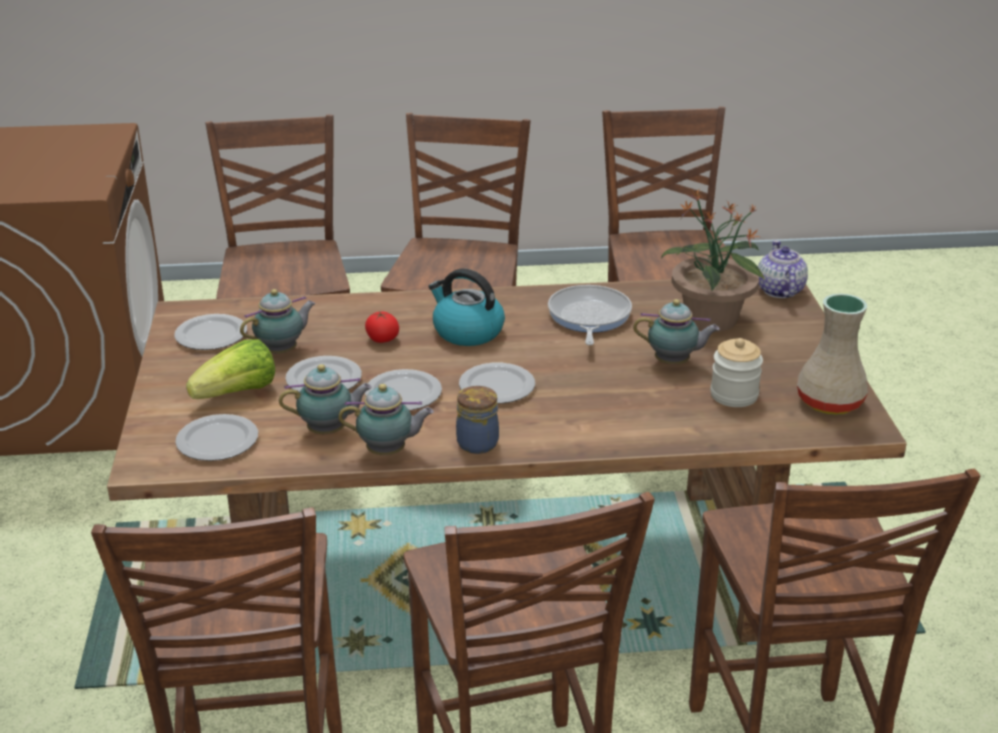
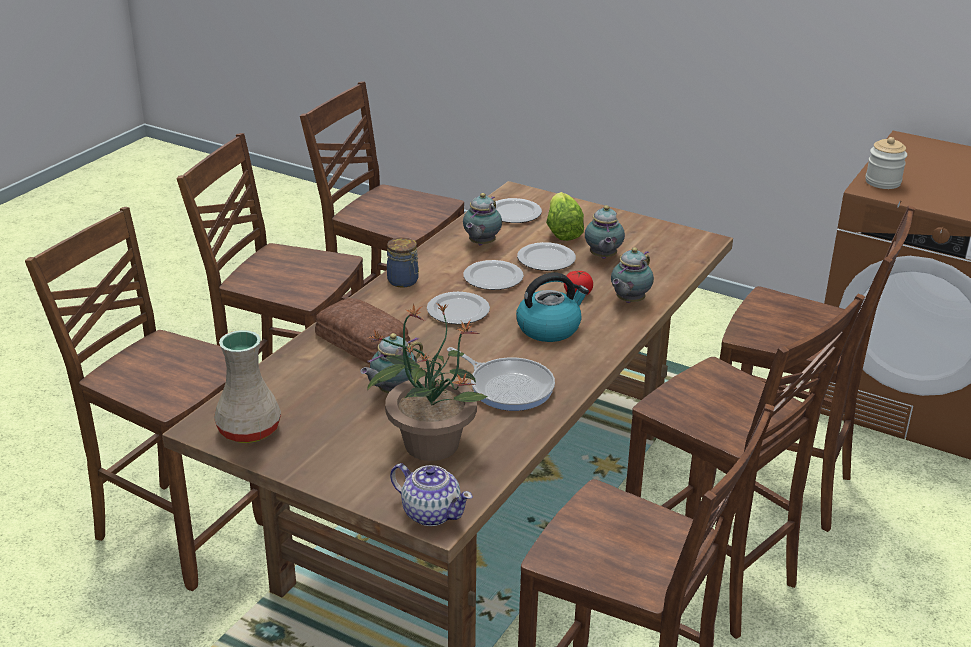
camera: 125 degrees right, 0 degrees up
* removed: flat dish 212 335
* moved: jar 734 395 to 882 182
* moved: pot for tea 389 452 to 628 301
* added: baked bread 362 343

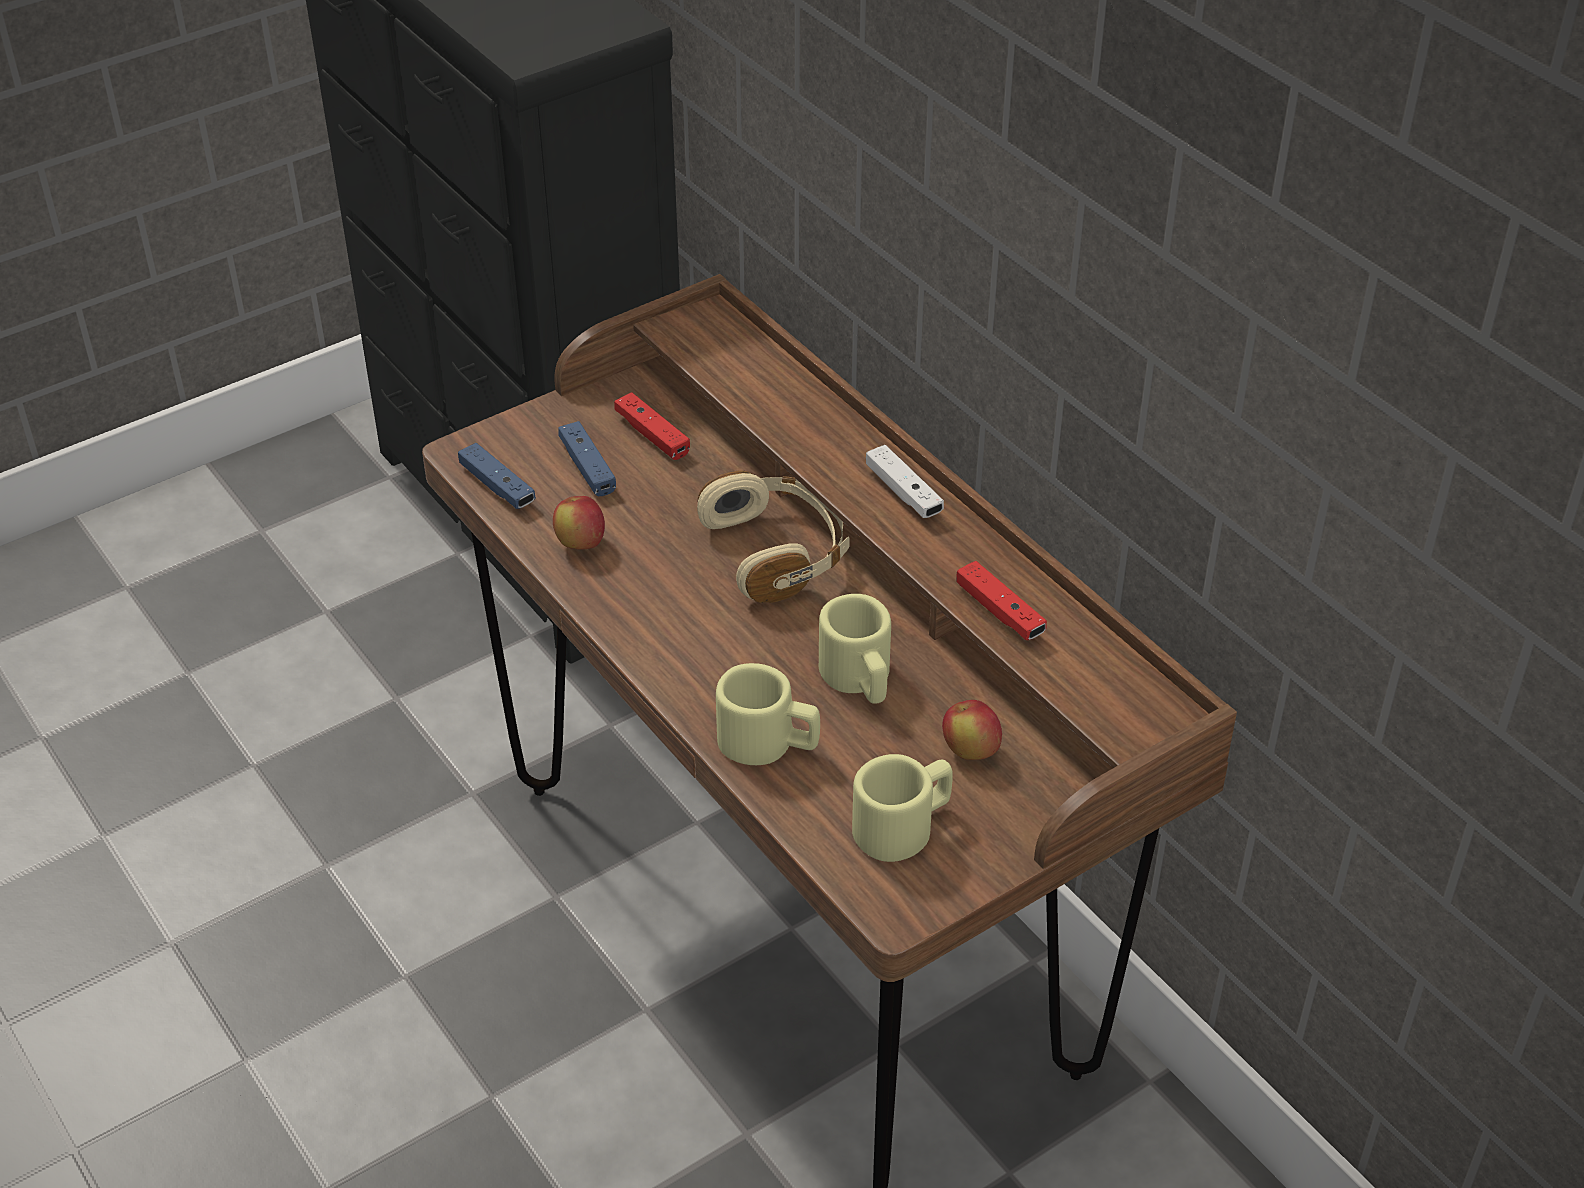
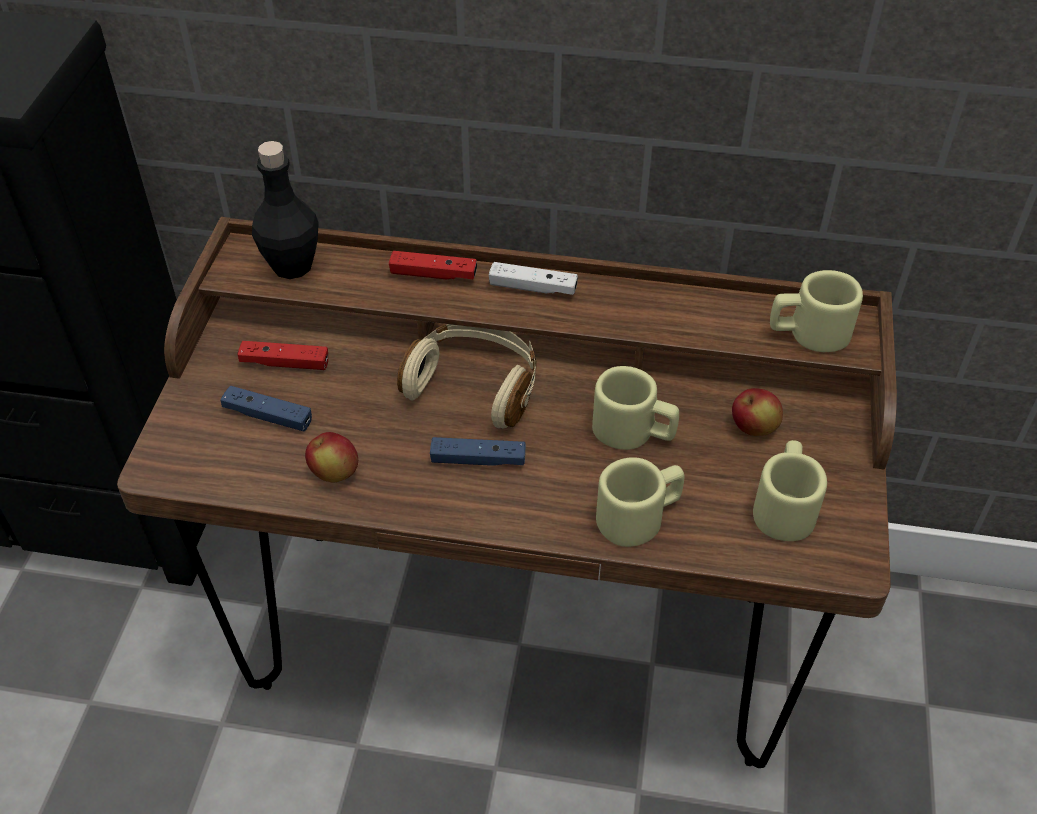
camera: 45 degrees left, 5 degrees up
* moved: gamepad (blue-coloured) 497 486 to 478 460
* moved: gamepad (reddish) 999 611 to 433 274
* added: beverage bottle (black-coloured) 292 265
* added: coffee mug (beige) 808 333

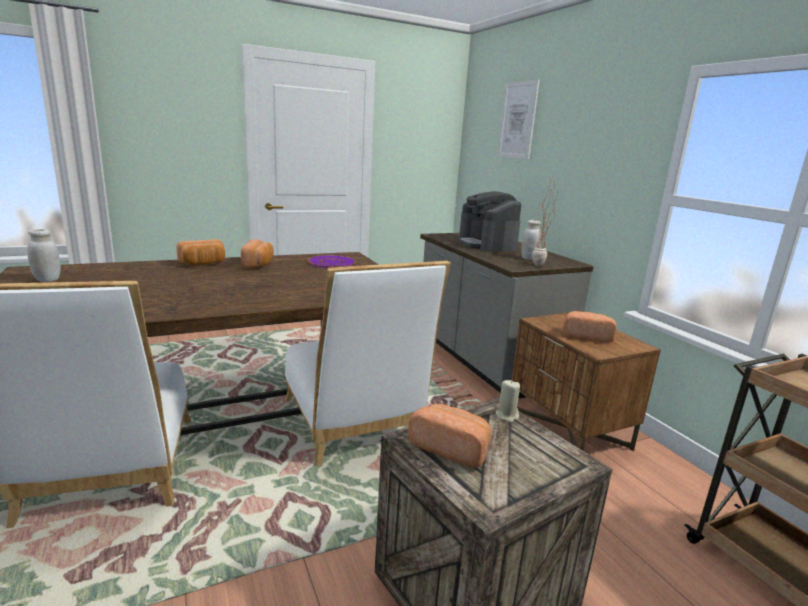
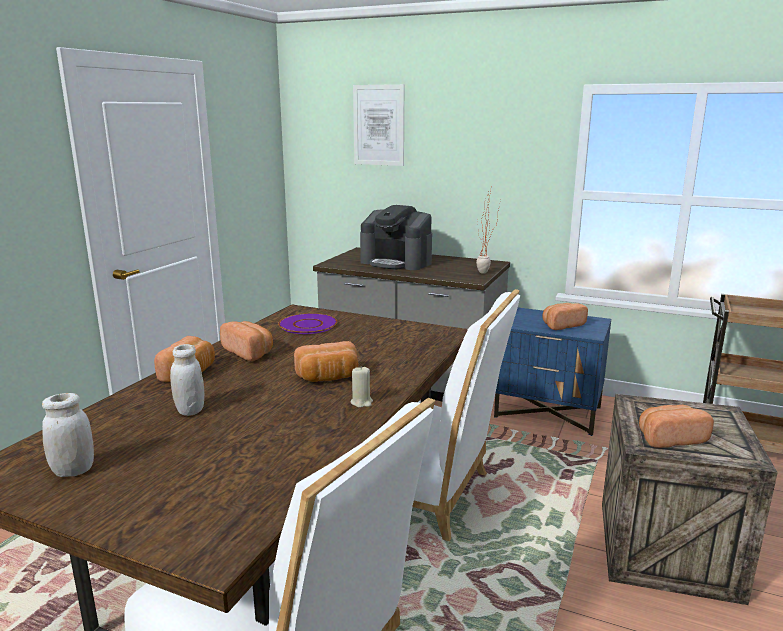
camera: 40 degrees left, 0 degrees up
* moved: jar (white) 528 258 to 190 410
* recoloured: night table (brown) 568 429 to night table (blue-coloured) 548 412
* moved: candle (beige) 507 416 to 361 402
* added: baked bread 328 377

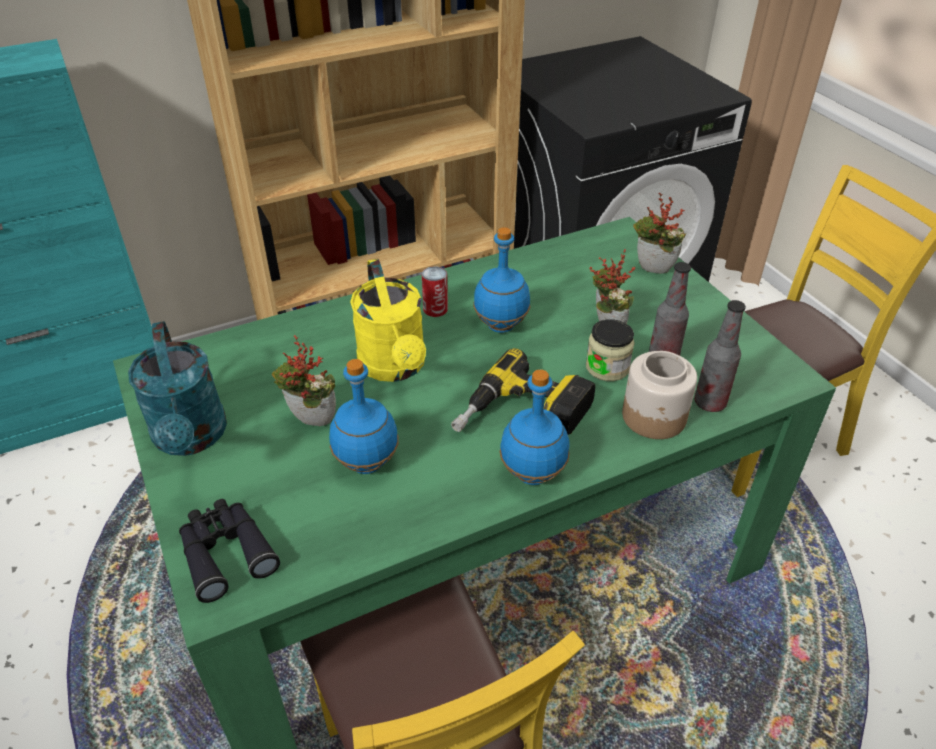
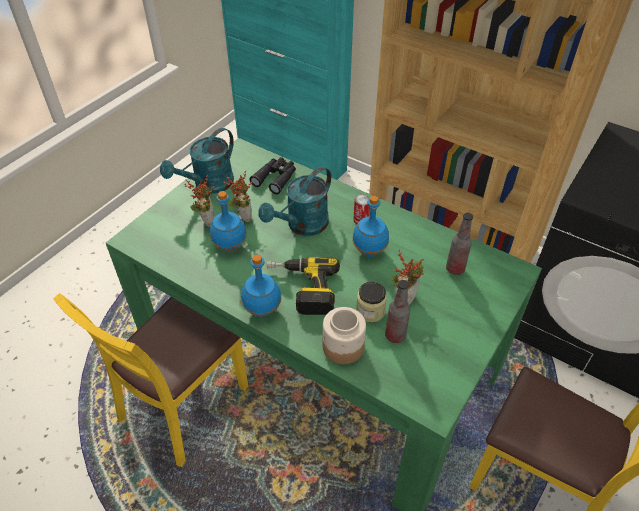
camera: 60 degrees right, 5 degrees up
* moved: potted plant 652 271 to 206 220
* recoloured: sprinkling can (yellow-coloured) 395 367 to sprinkling can (blue-green) 302 226
* moved: beverage bottle 709 403 to 455 269
* moved: binoculars (black-coloured) 225 552 to 276 178

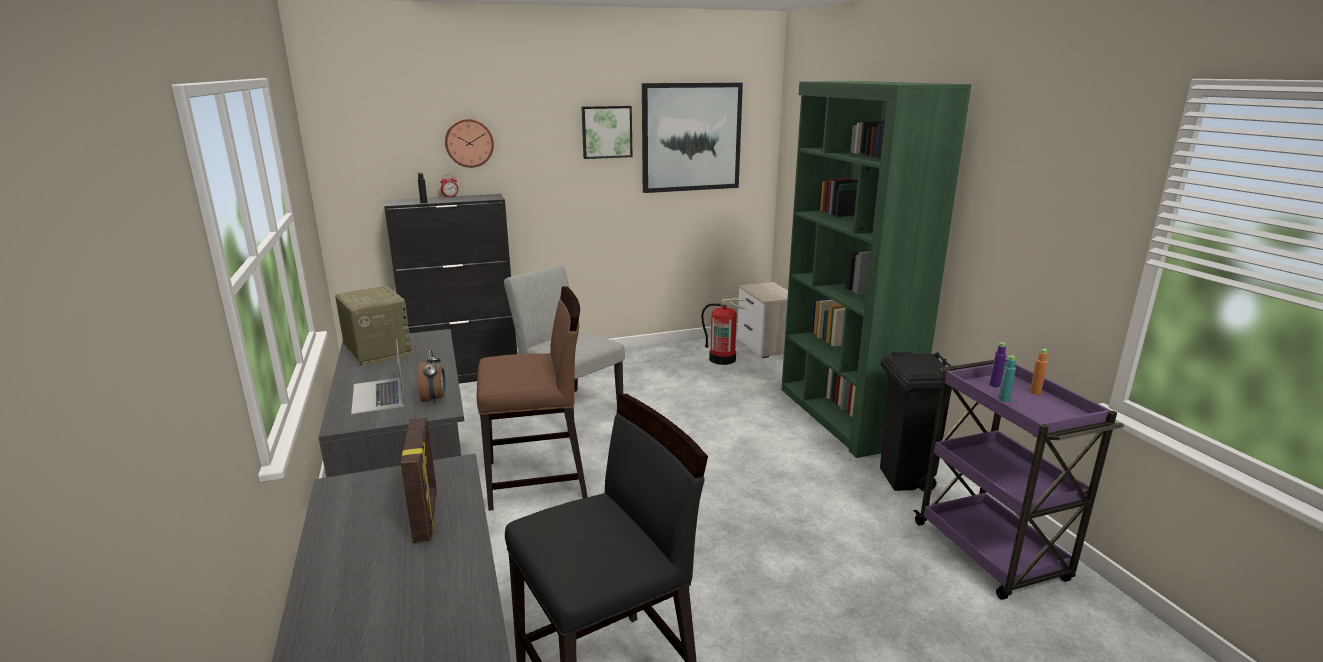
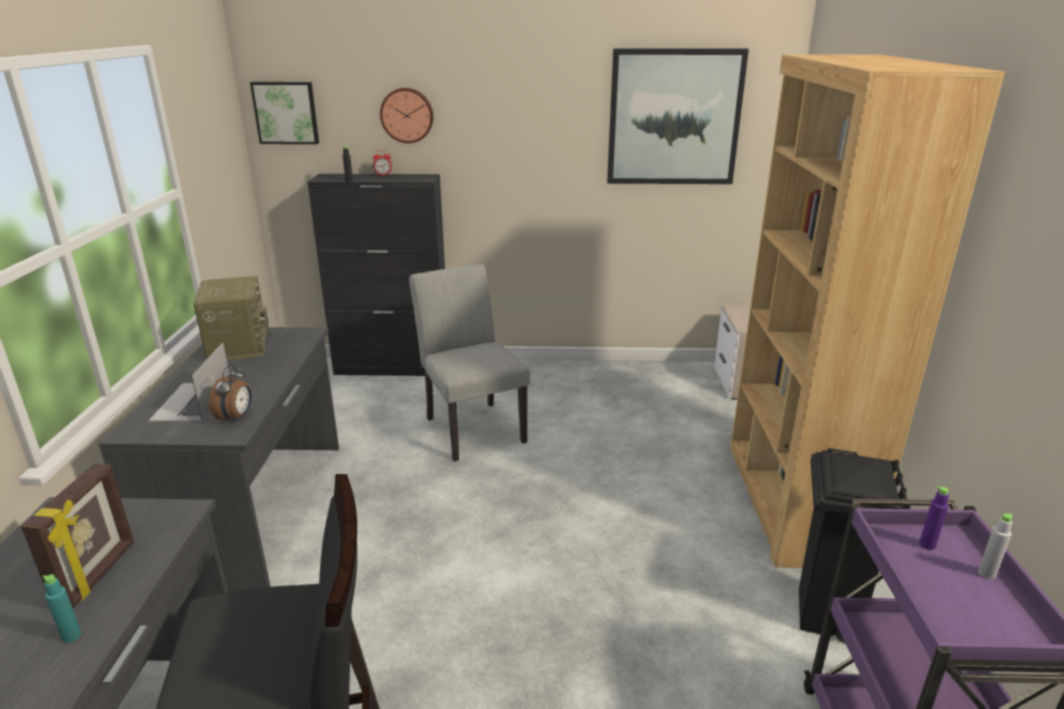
camera: 20 degrees right, 5 degrees up
* recoloured: bookcase (green) 843 416 to bookcase (brown) 790 501
* moved: picture 606 132 to 286 112
* removed: plain chair (brown) 537 479
* removed: fire-fighting cylinder 723 359
* recoloured: beverage bottle (orangey) 1035 392 to beverage bottle (gray) 986 573
* moved: beverage bottle (blue-green) 1003 400 to 71 636

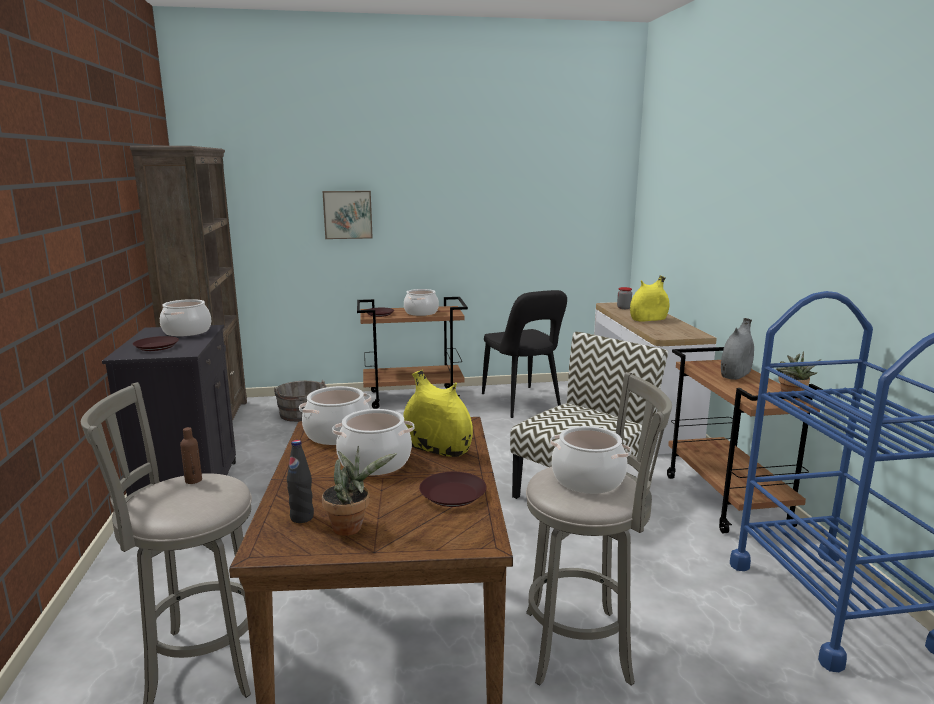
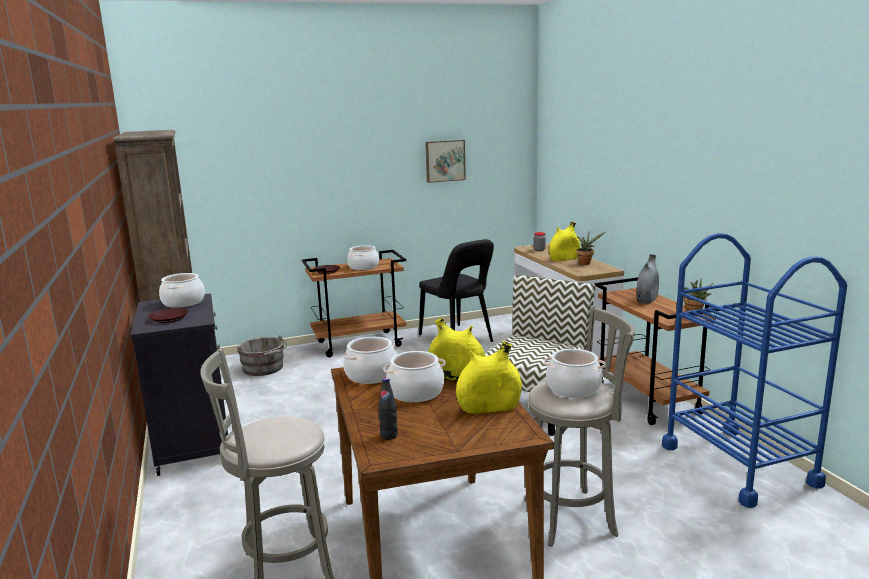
camera: 10 degrees left, 0 degrees up
* moved: picture 348 214 to 444 160
* removed: beverage bottle (brown) 193 480
* moved: potted plant 352 527 to 586 263
* replaced: flat dish (brown) 453 494 to vase (yellow-coloured) 489 408

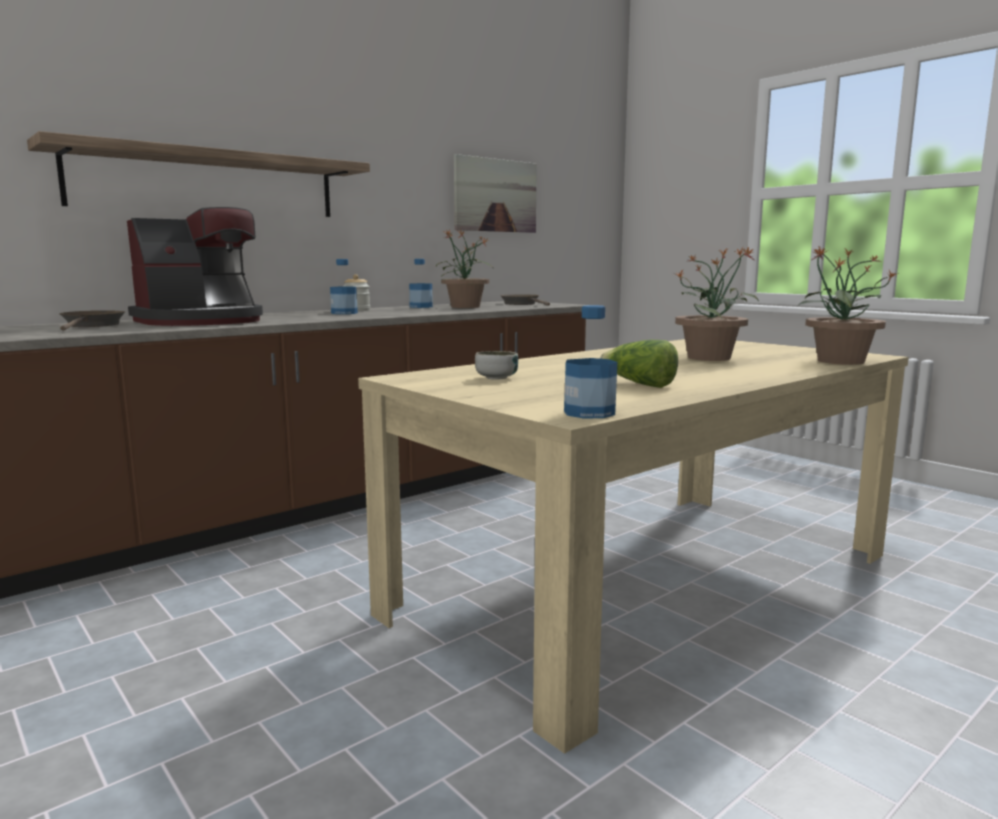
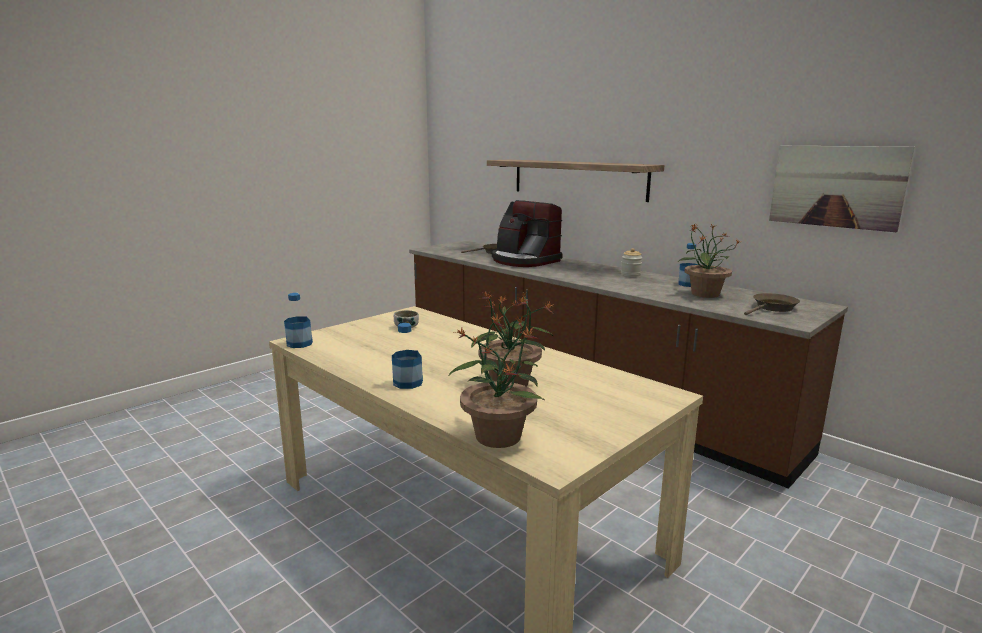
camera: 85 degrees right, 5 degrees up
* moved: beverage bottle 344 313 to 408 383
* removed: head of lettuce 639 384

